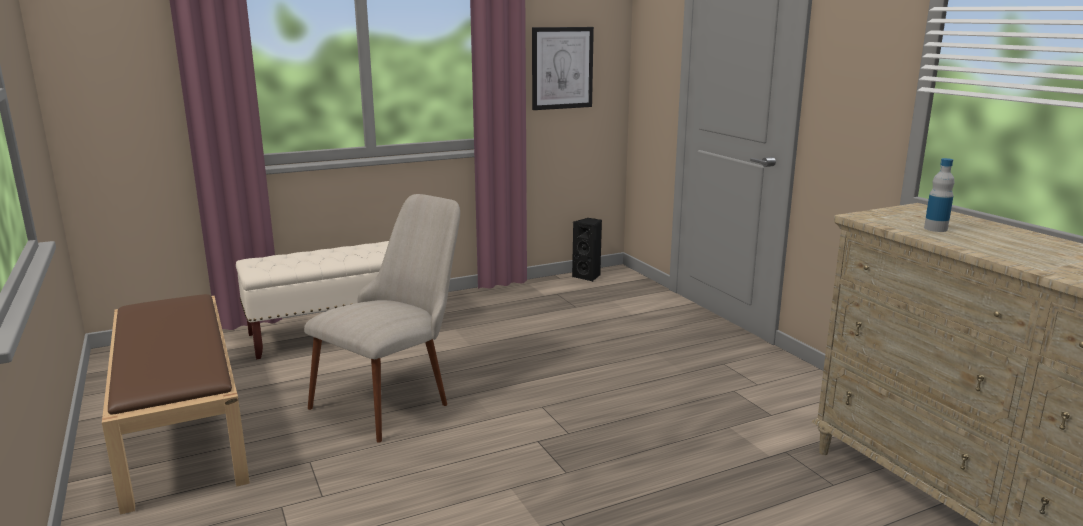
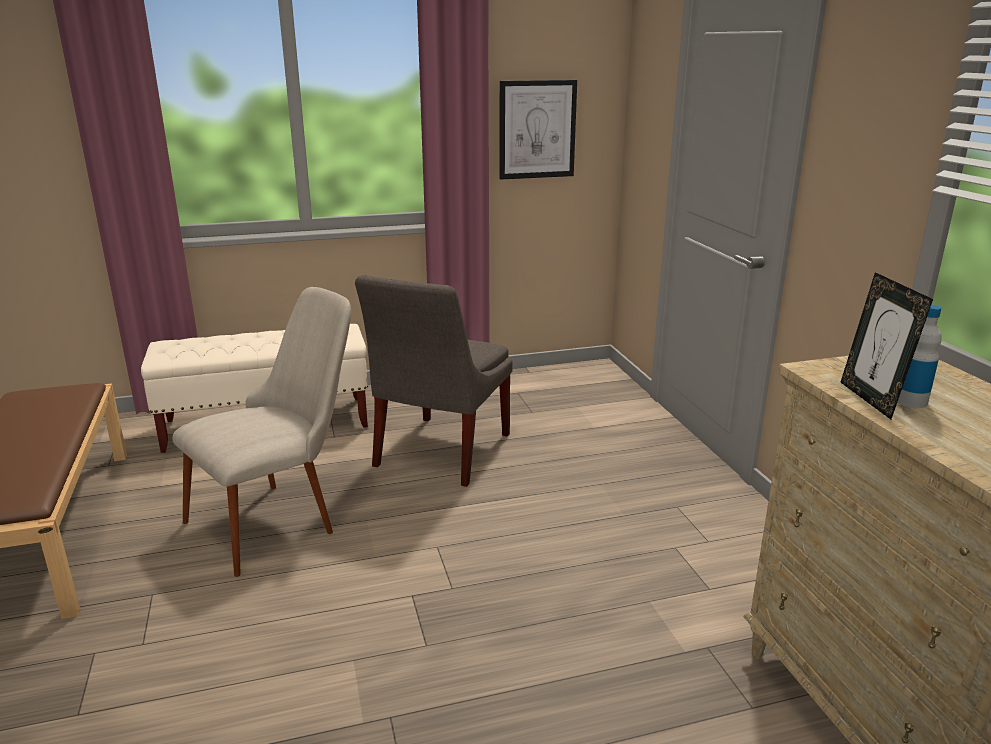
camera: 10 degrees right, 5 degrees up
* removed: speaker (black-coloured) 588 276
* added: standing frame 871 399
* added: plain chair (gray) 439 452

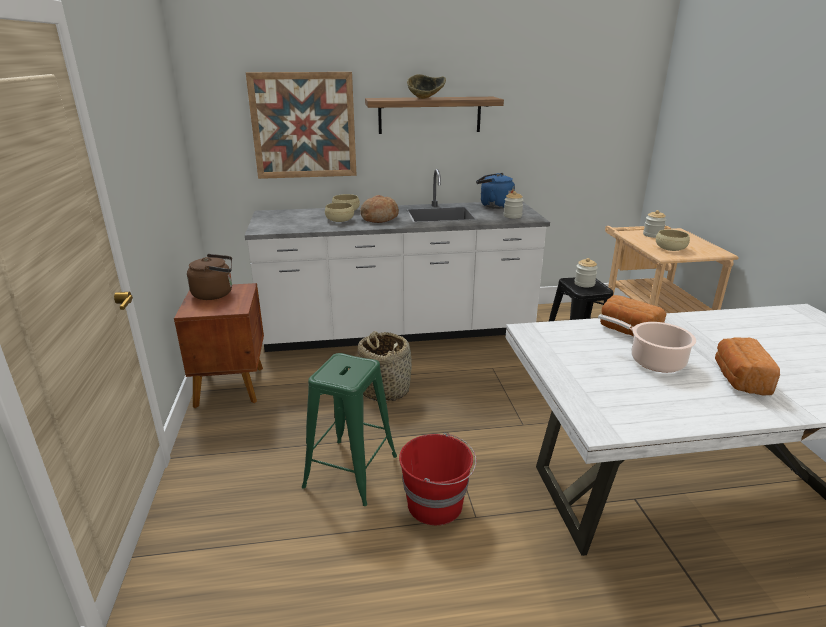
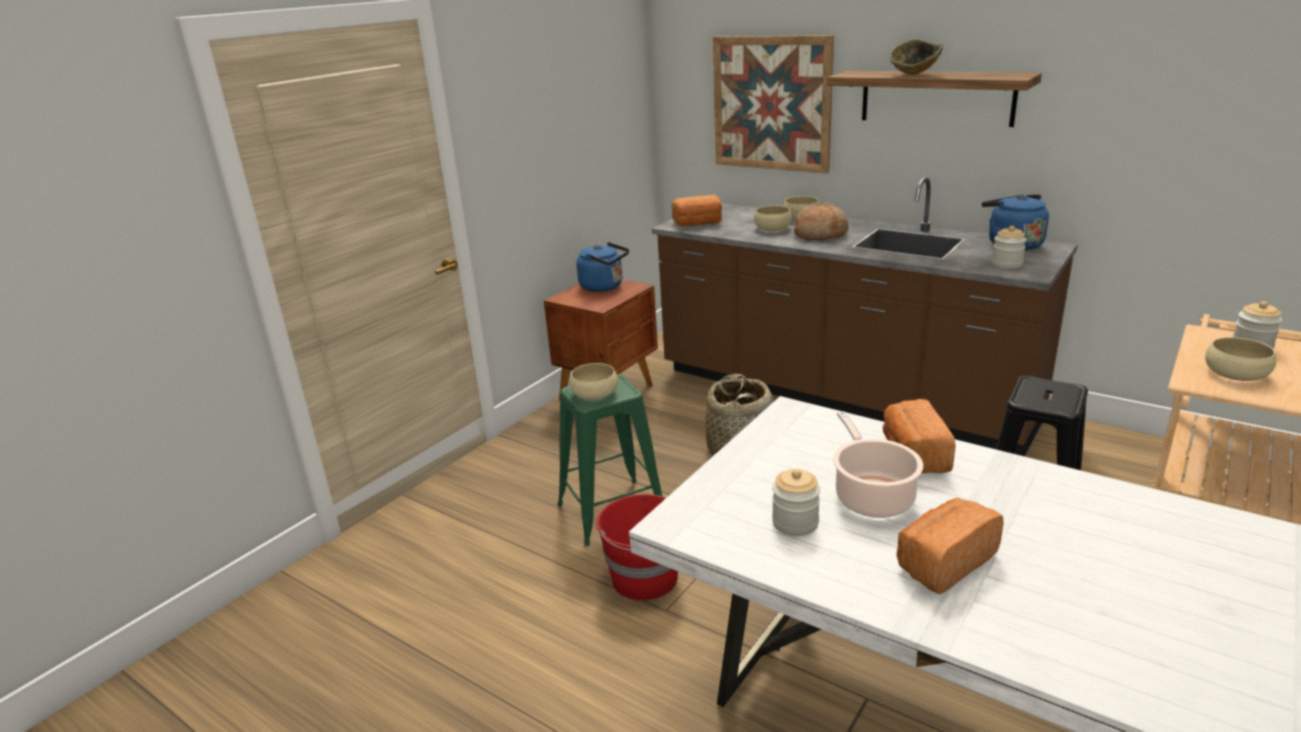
camera: 45 degrees right, 0 degrees up
* recoloured: counter (white) 398 331 to counter (brown) 840 395
* recoloured: kettle (brown) 215 294 to kettle (blue-coloured) 604 287
* moved: jar 584 284 to 795 523
* added: baked bread 698 224
* added: serving bowl (beige) 594 394

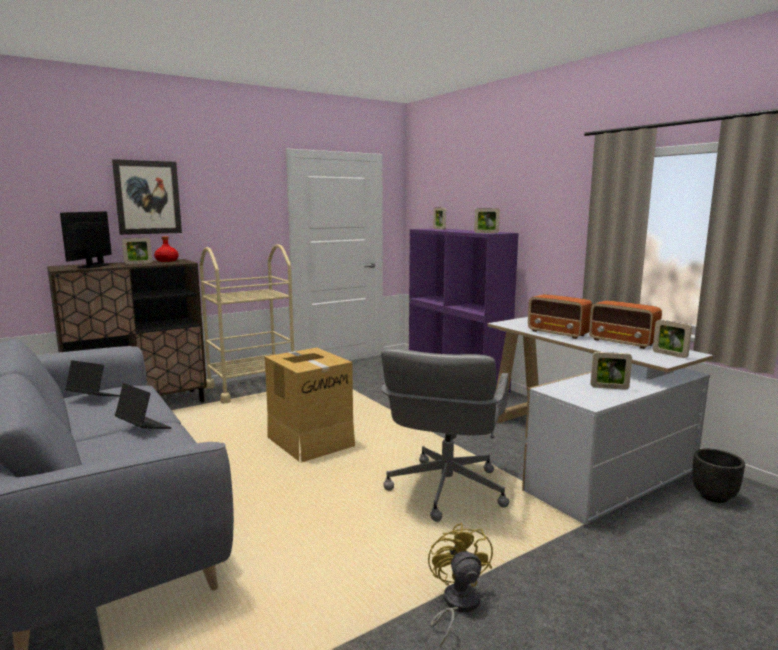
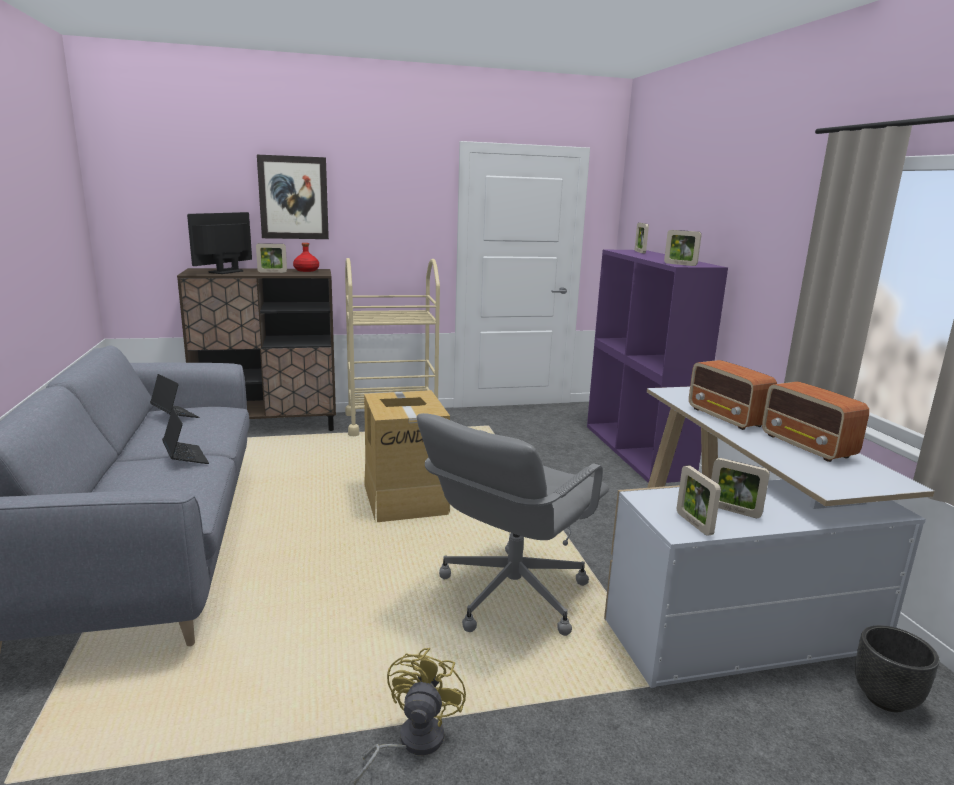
camera: 20 degrees right, 5 degrees up
* moved: standing frame 669 354 to 694 524

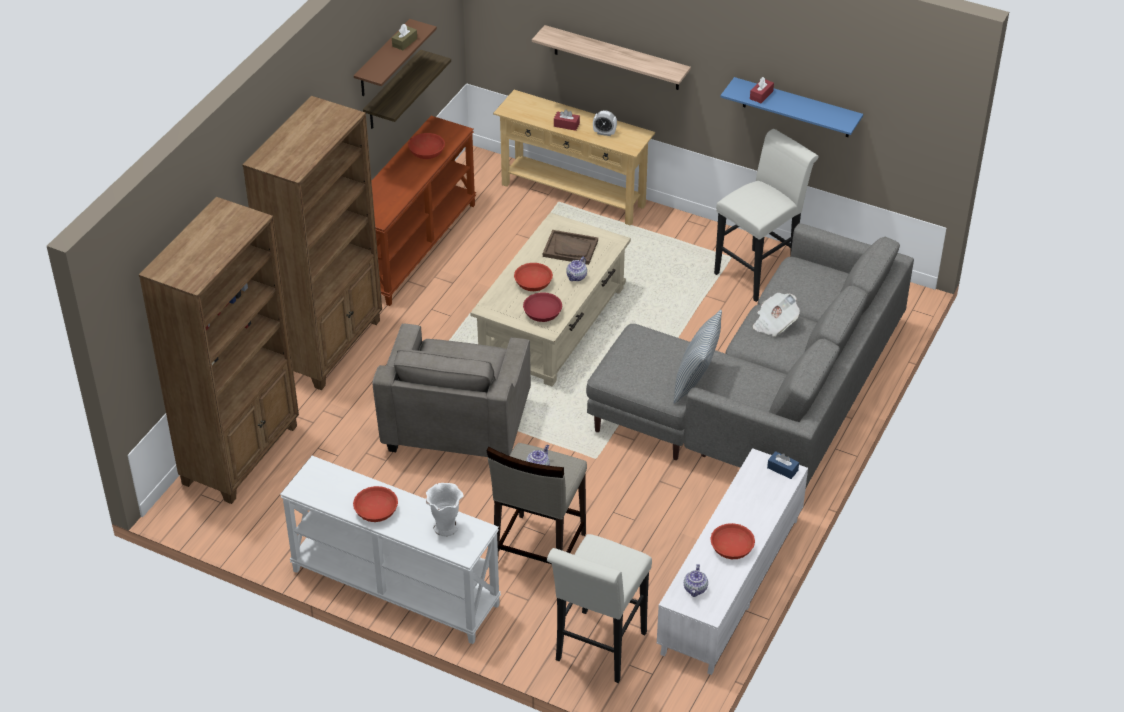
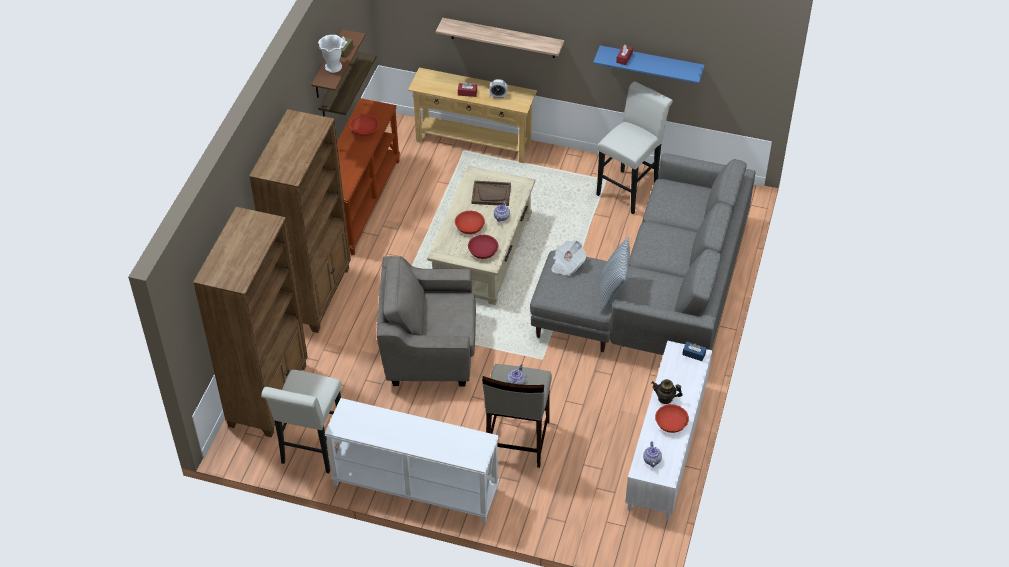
camera: 10 degrees left, 5 degrees up
* moved: newspaper 774 323 to 567 265
* turned: easy chair (gray) 455 428 = 429 349 90 degrees clockwise
* moved: vase (white) 445 527 to 333 67
* removed: serving bowl (reddish) 376 511
* moved: stool (white) 598 651 to 311 452
* added: pot for tea 665 398

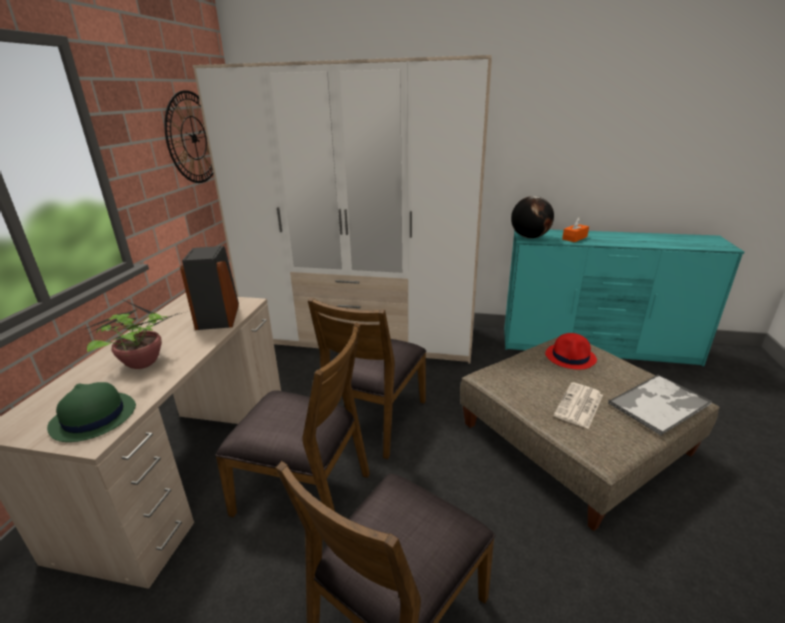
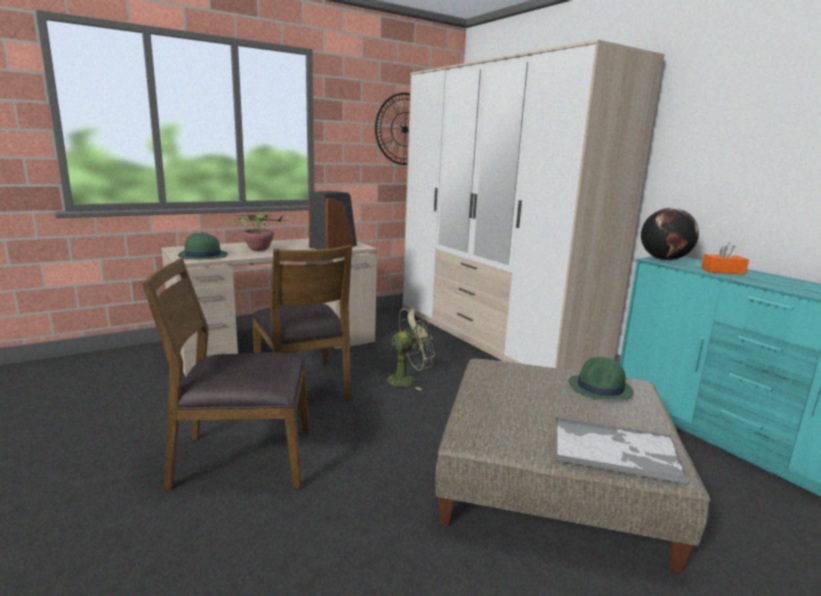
camera: 45 degrees right, 10 degrees down
* replaced: plain chair (brown) 374 419 to fan (green) 407 379
* recoloured: clothing hat (reddish) 571 357 to clothing hat (green) 600 388
* removed: newspaper 579 406

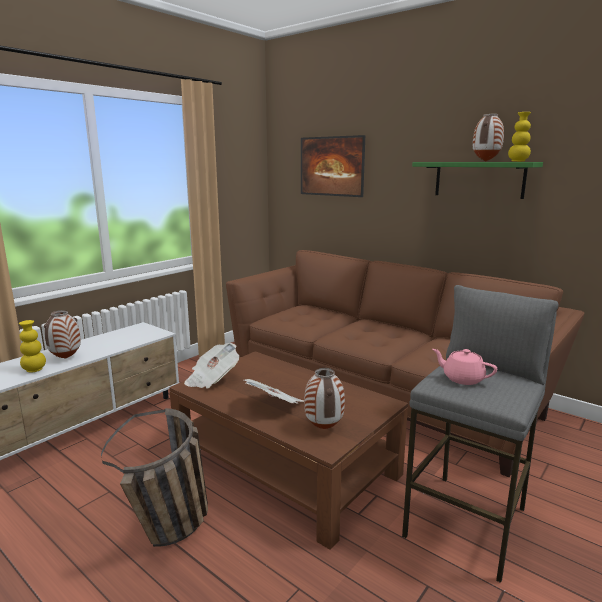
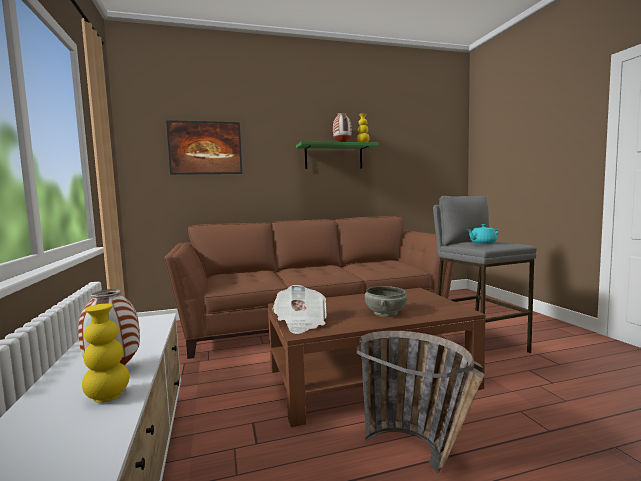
camera: 55 degrees left, 10 degrees down
* recoloured: pot for tea (pink) 462 378 to pot for tea (blue-green) 482 243
* removed: vase 323 428
* replaced: newspaper 275 406 to serving bowl (gray) 385 313

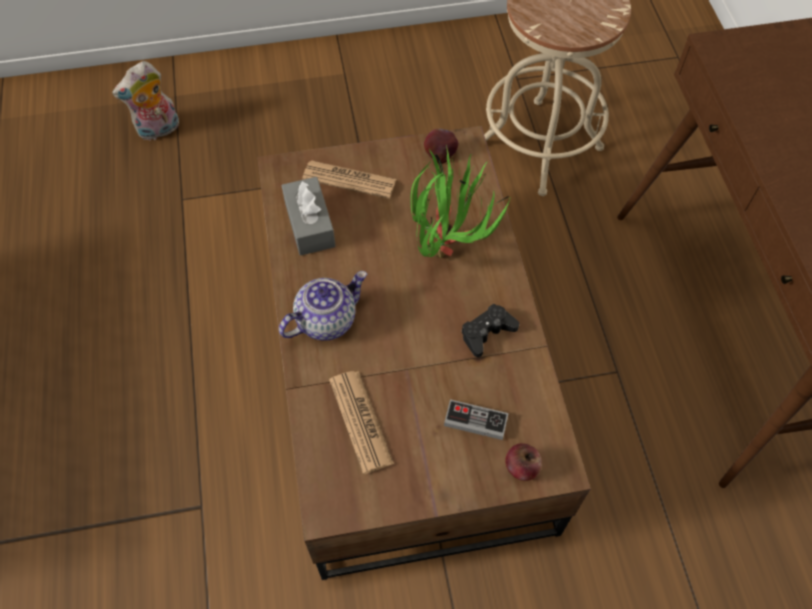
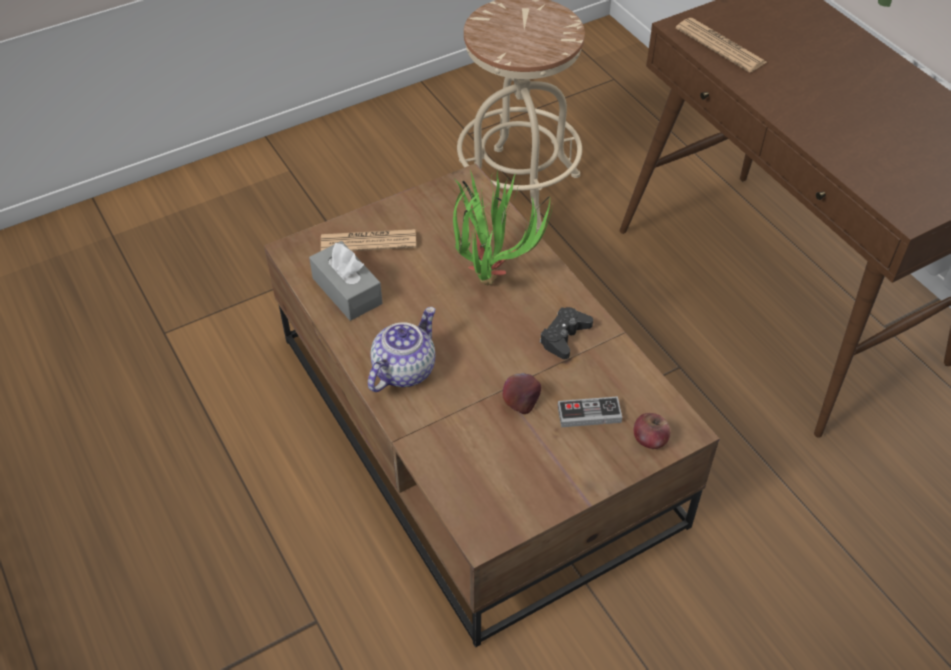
camera: 20 degrees left, 10 degrees down
* removed: cuddly toy 158 130
* moved: whole apple 441 154 to 521 402
* moved: newspaper 361 421 to 720 46

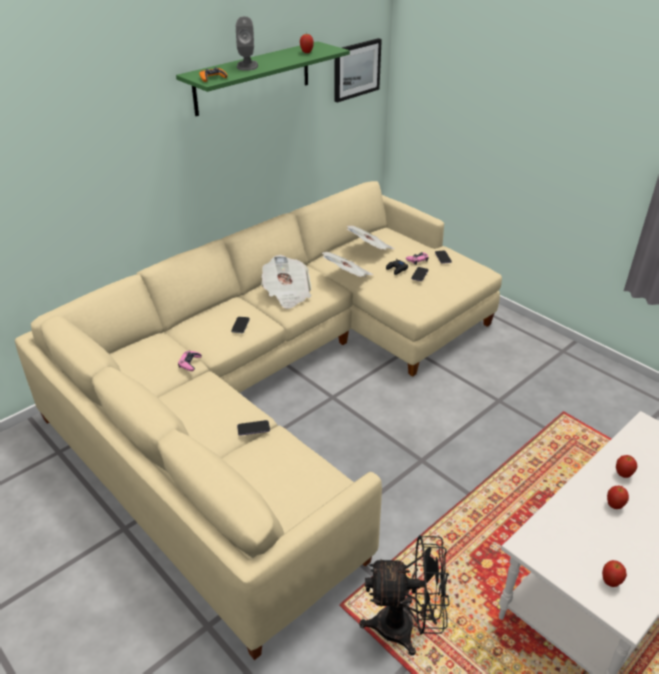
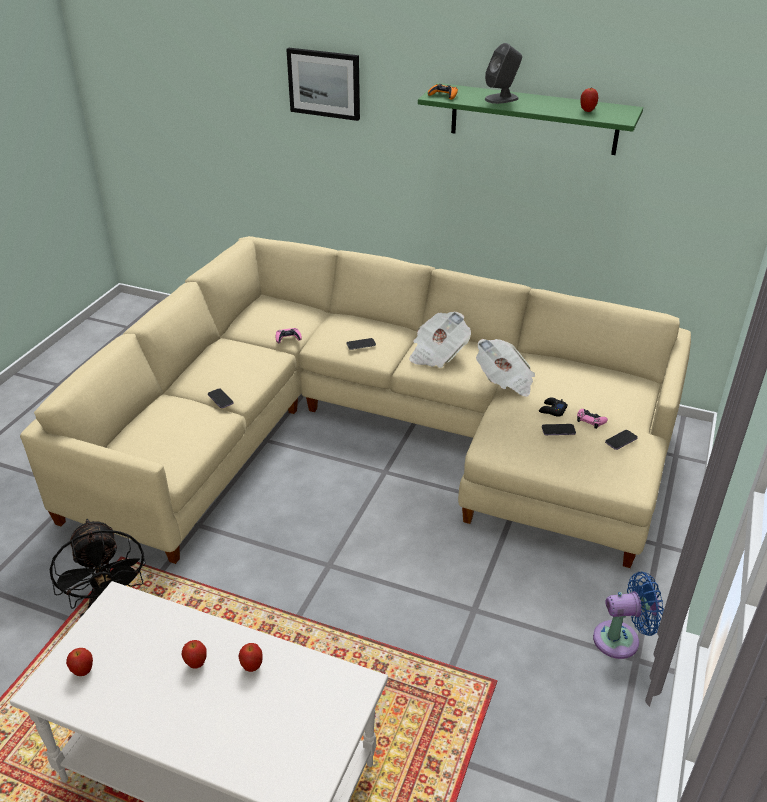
camera: 65 degrees right, 0 degrees up
* moved: picture 356 69 to 324 83
* removed: newspaper 370 250
* added: fan (blue-coloured) 621 639

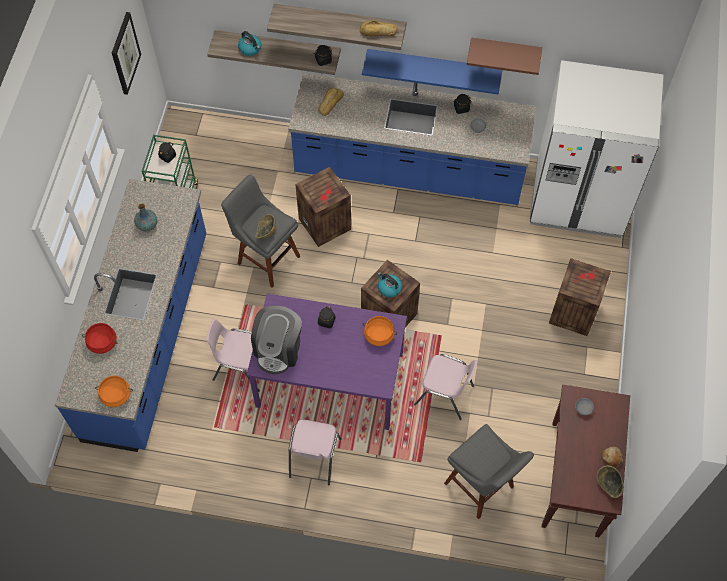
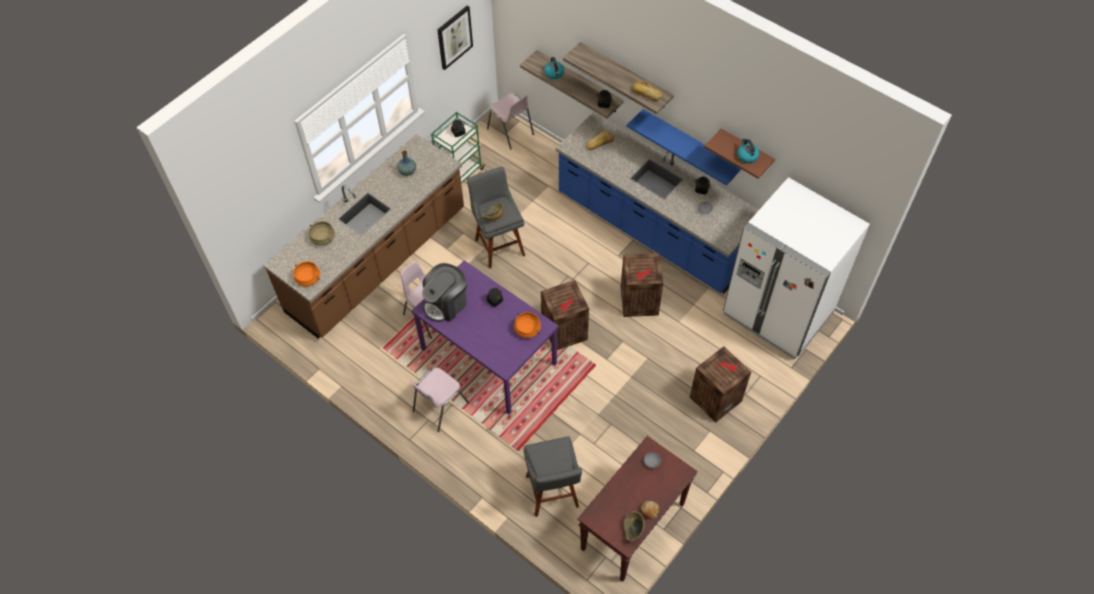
camera: 30 degrees right, 5 degrees down
* moved: crate 326 224 to 640 302
* recoloured: counter (blue-coloured) 148 336 to counter (brown) 378 261
* moved: kettle 389 288 to 747 156
* recoloured: stockpot (reddish) 102 342 to stockpot (beige) 323 238
* moved: plain chair (pink) 444 395 to 511 132

